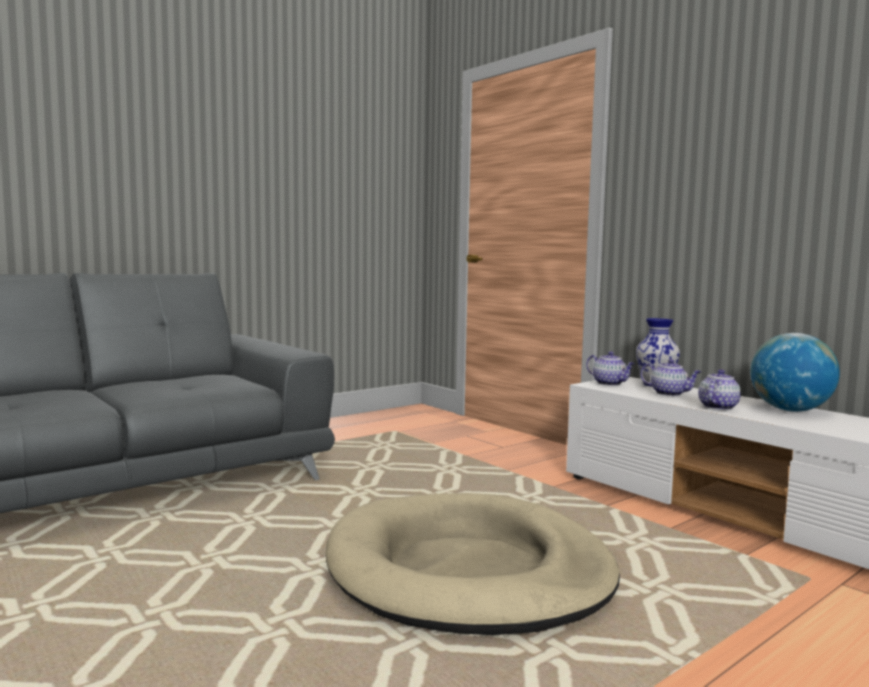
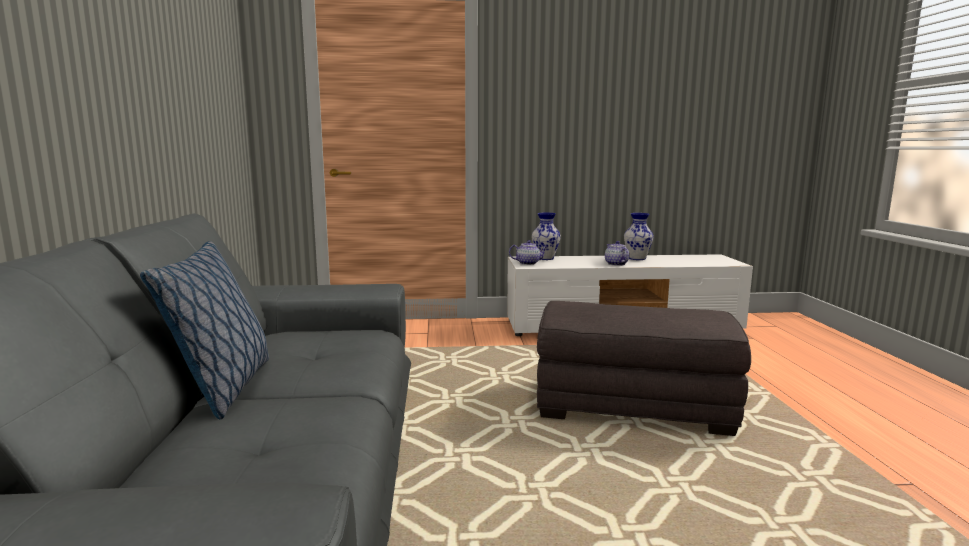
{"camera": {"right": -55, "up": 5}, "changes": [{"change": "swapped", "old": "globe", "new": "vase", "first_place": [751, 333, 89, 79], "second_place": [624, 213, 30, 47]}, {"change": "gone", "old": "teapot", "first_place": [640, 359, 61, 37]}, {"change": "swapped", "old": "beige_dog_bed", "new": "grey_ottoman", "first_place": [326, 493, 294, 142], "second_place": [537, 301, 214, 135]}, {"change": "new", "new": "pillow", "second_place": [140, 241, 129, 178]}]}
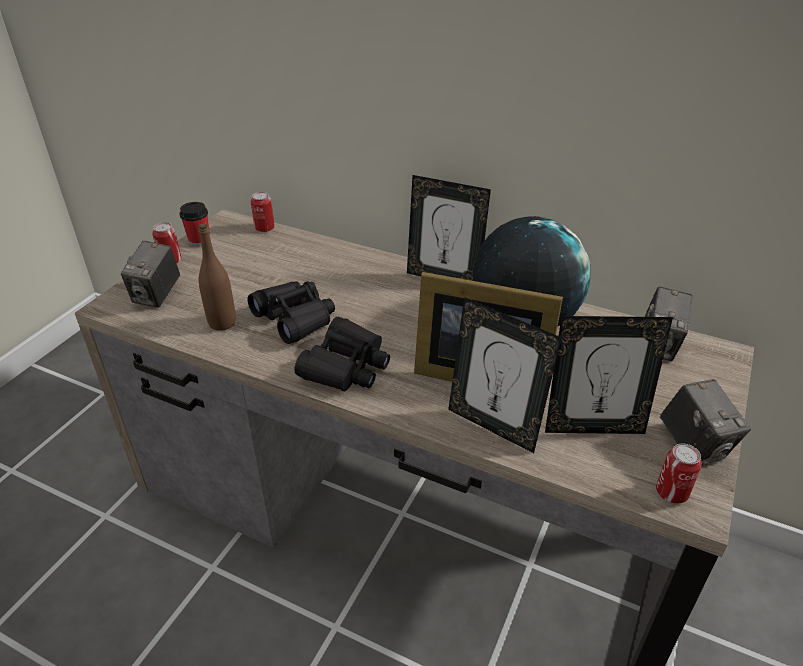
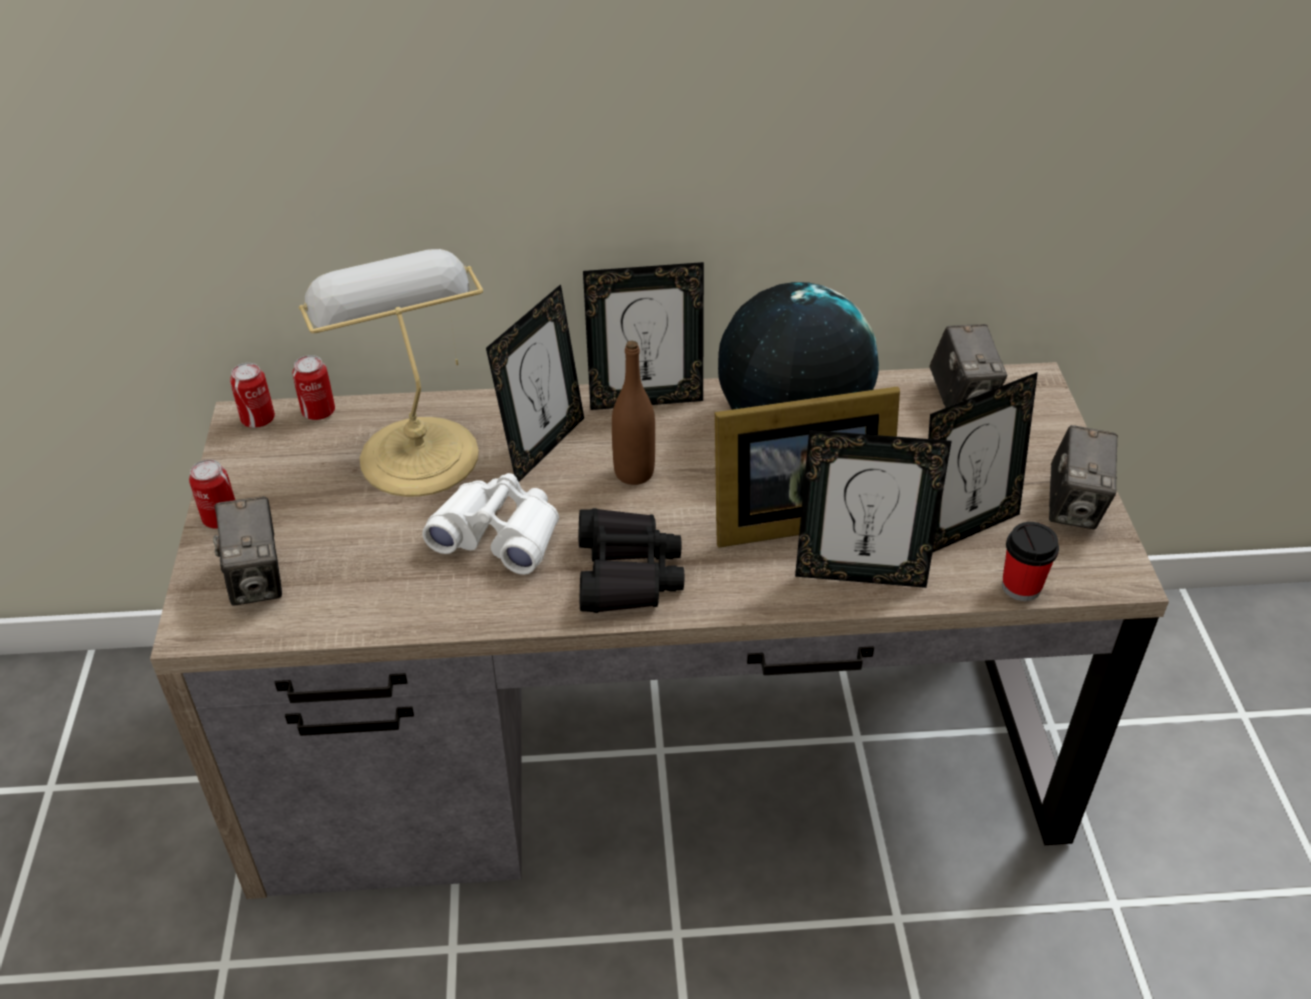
{"camera": {"right": -30, "up": 5}, "changes": [{"change": "shifted", "old": "cup", "first_place": [180, 202, 30, 45], "second_place": [1002, 522, 57, 79]}, {"change": "shifted", "old": "brown_bottle", "first_place": [198, 224, 38, 107], "second_place": [612, 341, 43, 144]}, {"change": "repainted", "old": "black_binoculars", "new": "white_binoculars", "first_place": [248, 281, 87, 63], "second_place": [422, 473, 137, 102]}, {"change": "rotated", "old": "photo_camera", "first_place": [660, 379, 91, 86], "second_place": [1049, 425, 69, 104], "degrees": 60}, {"change": "shifted", "old": "can", "first_place": [656, 443, 46, 61], "second_place": [230, 363, 45, 65]}, {"change": "new", "new": "table_lamp", "second_place": [299, 249, 184, 248]}, {"change": "new", "new": "picture_frame", "second_place": [486, 284, 98, 198]}]}
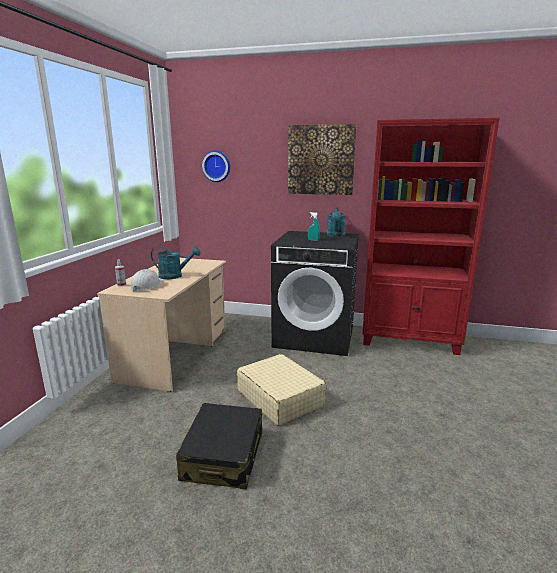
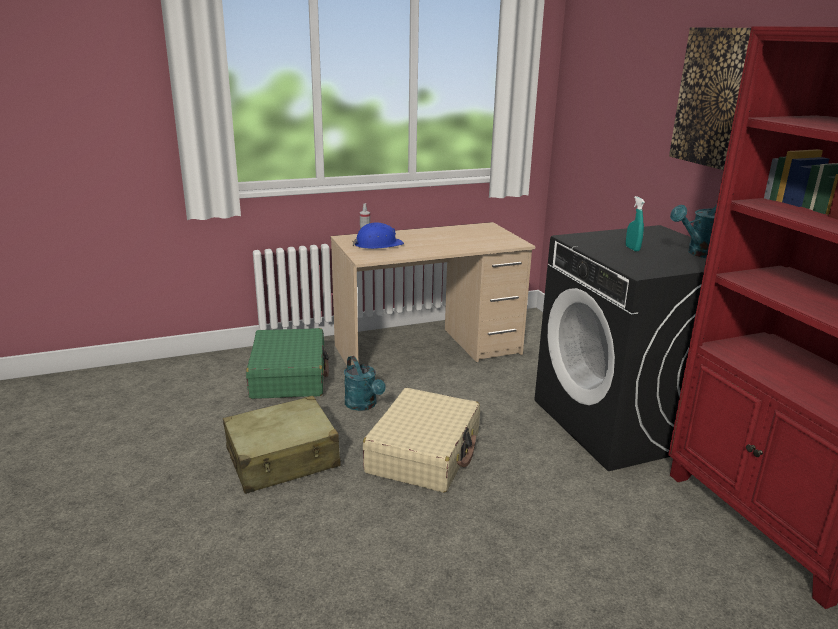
{"camera": {"right": 55, "up": 5}, "changes": [{"change": "gone", "old": "wall_clock", "first_place": [202, 151, 28, 31]}, {"change": "shifted", "old": "turquoise_watering_can", "first_place": [151, 246, 49, 33], "second_place": [344, 356, 42, 55]}, {"change": "repainted", "old": "white_hard_hat", "new": "blue_hard_hat", "first_place": [130, 269, 34, 22], "second_place": [352, 222, 52, 27]}, {"change": "repainted", "old": "black_suitcase", "new": "beige_suitcase", "first_place": [176, 403, 86, 87], "second_place": [223, 396, 118, 98]}, {"change": "new", "new": "green_suitcase", "second_place": [246, 328, 83, 71]}]}
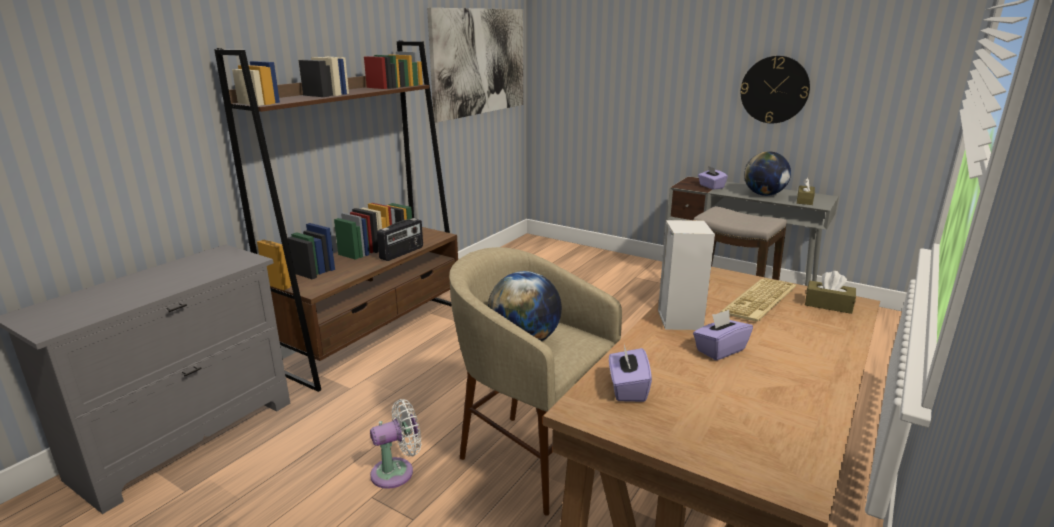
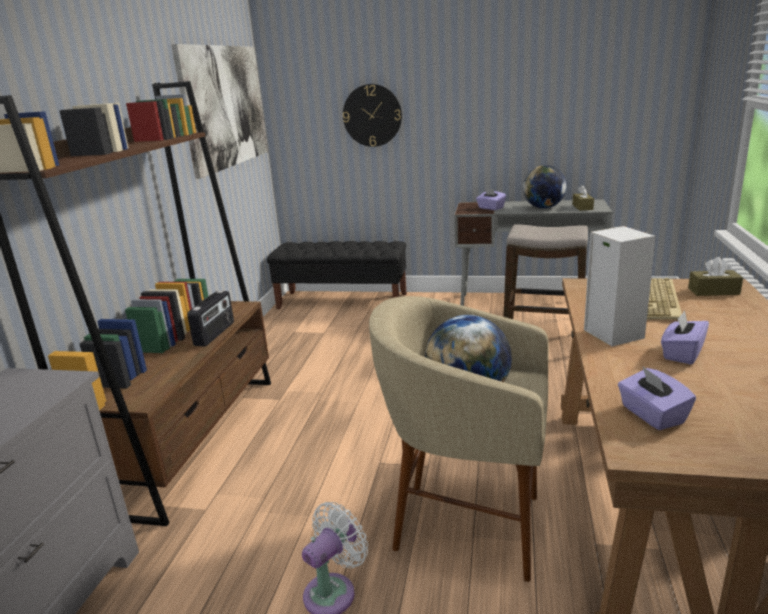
{"camera": {"right": -20, "up": 0}, "changes": [{"change": "shifted", "old": "wall_clock", "first_place": [741, 56, 69, 67], "second_place": [343, 84, 59, 63]}, {"change": "new", "new": "black_bench", "second_place": [267, 241, 139, 68]}]}
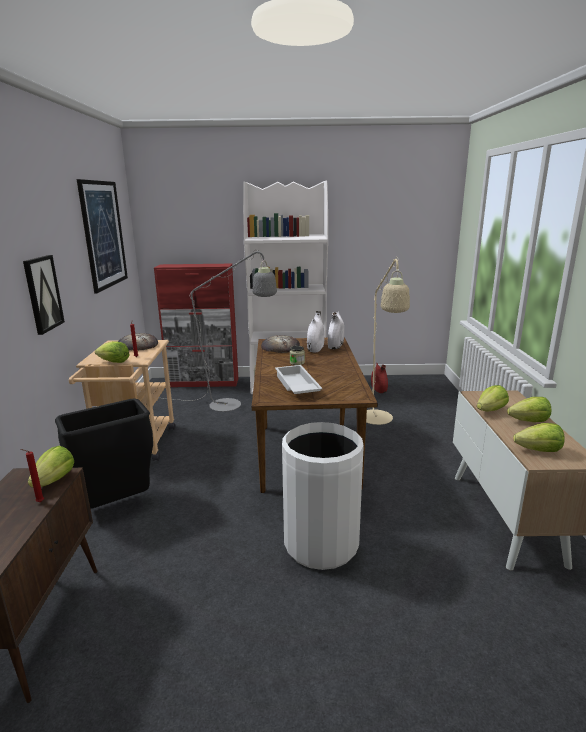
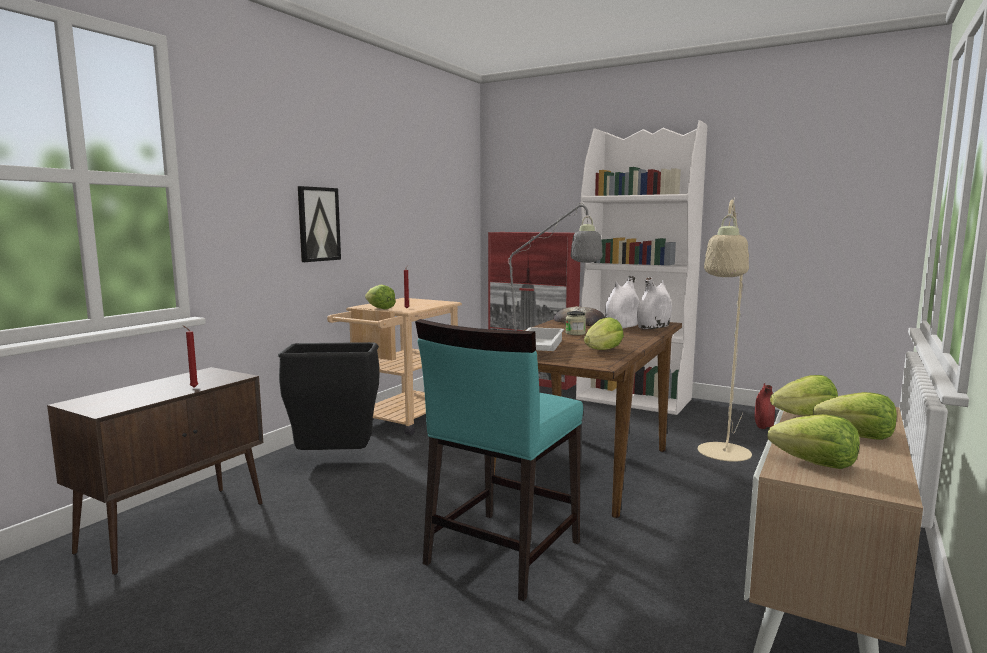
{"camera": {"right": 30, "up": -10}, "changes": [{"change": "gone", "old": "picture", "first_place": [77, 179, 51, 114]}, {"change": "gone", "old": "bread", "first_place": [118, 333, 40, 18]}, {"change": "swapped", "old": "white_trash_can", "new": "turquoise_chair", "first_place": [282, 422, 82, 148], "second_place": [415, 319, 168, 282]}, {"change": "shifted", "old": "lettuce", "first_place": [28, 446, 46, 41], "second_place": [584, 317, 40, 33]}]}
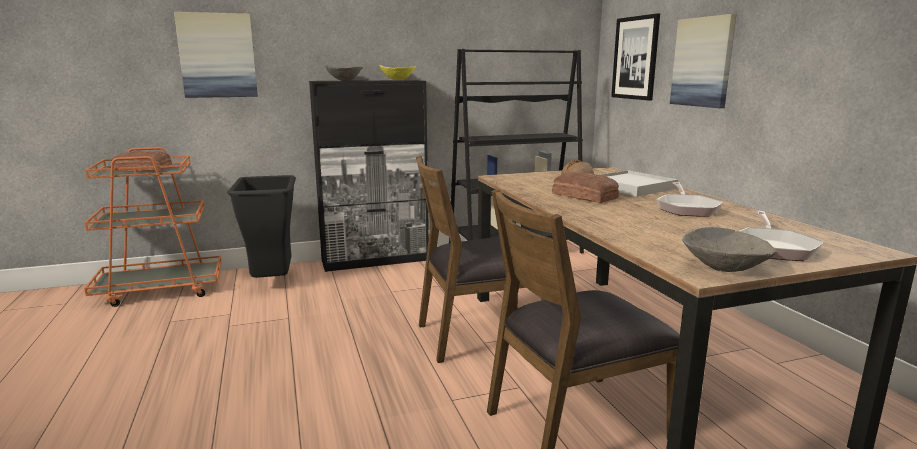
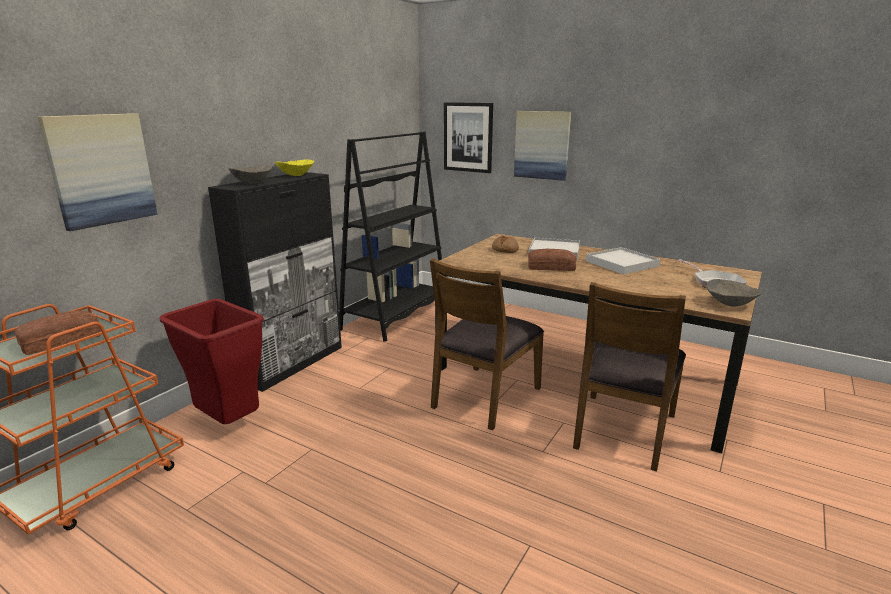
{"camera": {"right": -40, "up": 5}, "changes": [{"change": "repainted", "old": "black_trash_can", "new": "red_trash_can", "first_place": [227, 175, 69, 103], "second_place": [160, 299, 104, 125]}, {"change": "swapped", "old": "frying_pan", "new": "white_tray", "first_place": [657, 182, 66, 35], "second_place": [586, 247, 74, 28]}]}
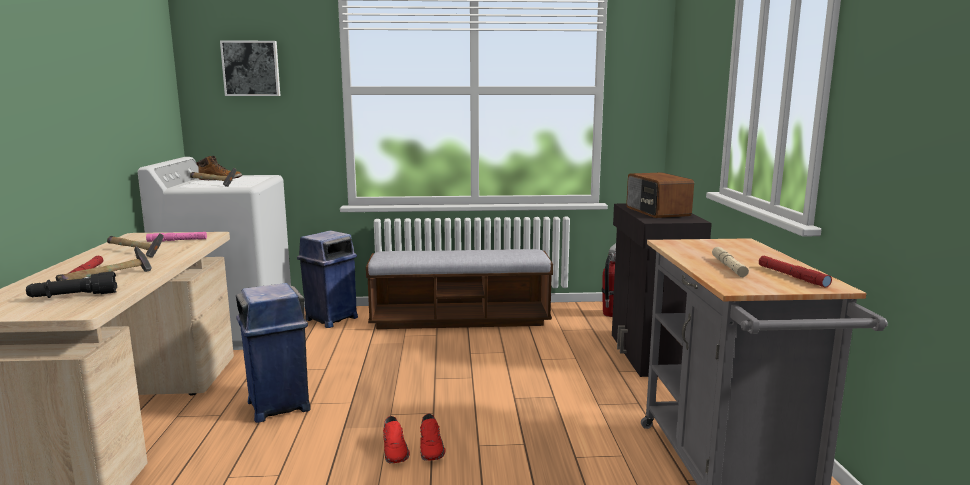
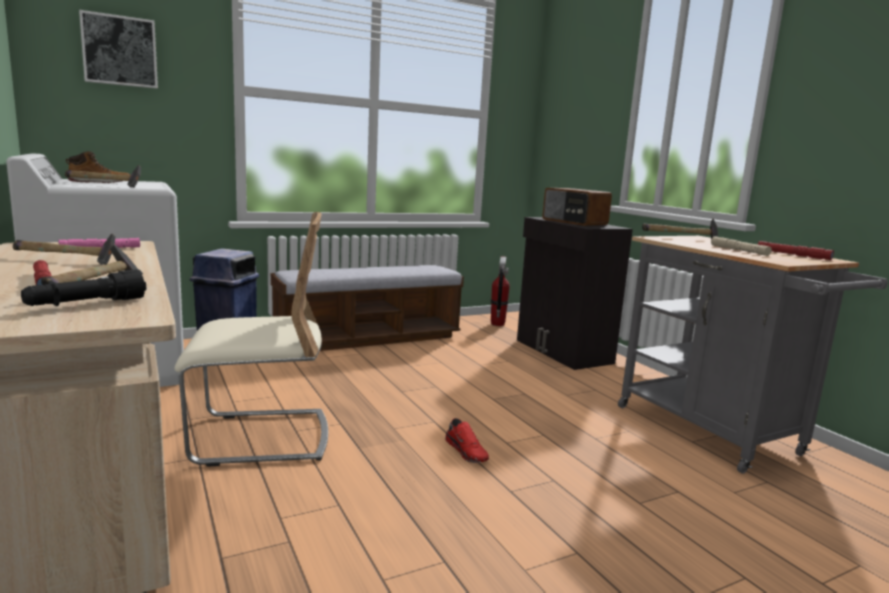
{"camera": {"right": -25, "up": 0}, "changes": [{"change": "swapped", "old": "blue_trash_can", "new": "beige_chair", "first_place": [236, 283, 75, 140], "second_place": [174, 212, 154, 255]}, {"change": "gone", "old": "red_shoe", "first_place": [383, 416, 27, 47]}, {"change": "new", "new": "hammer", "second_place": [642, 219, 76, 20]}]}
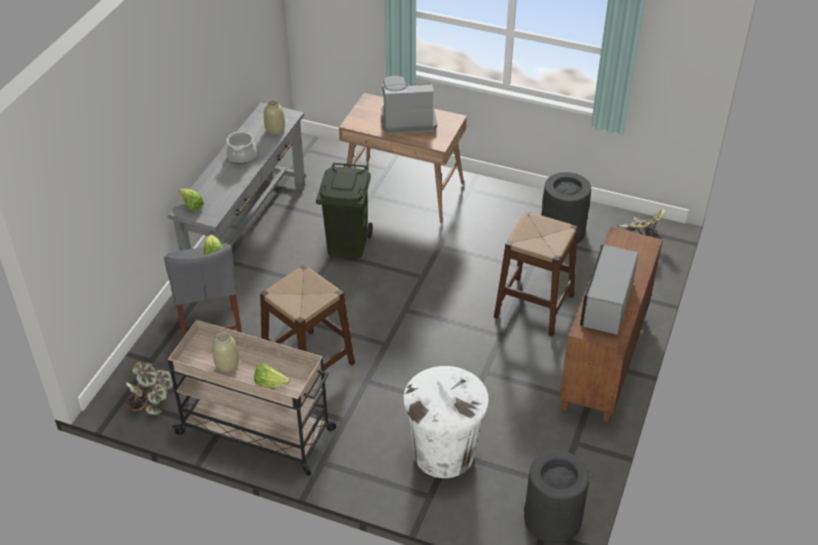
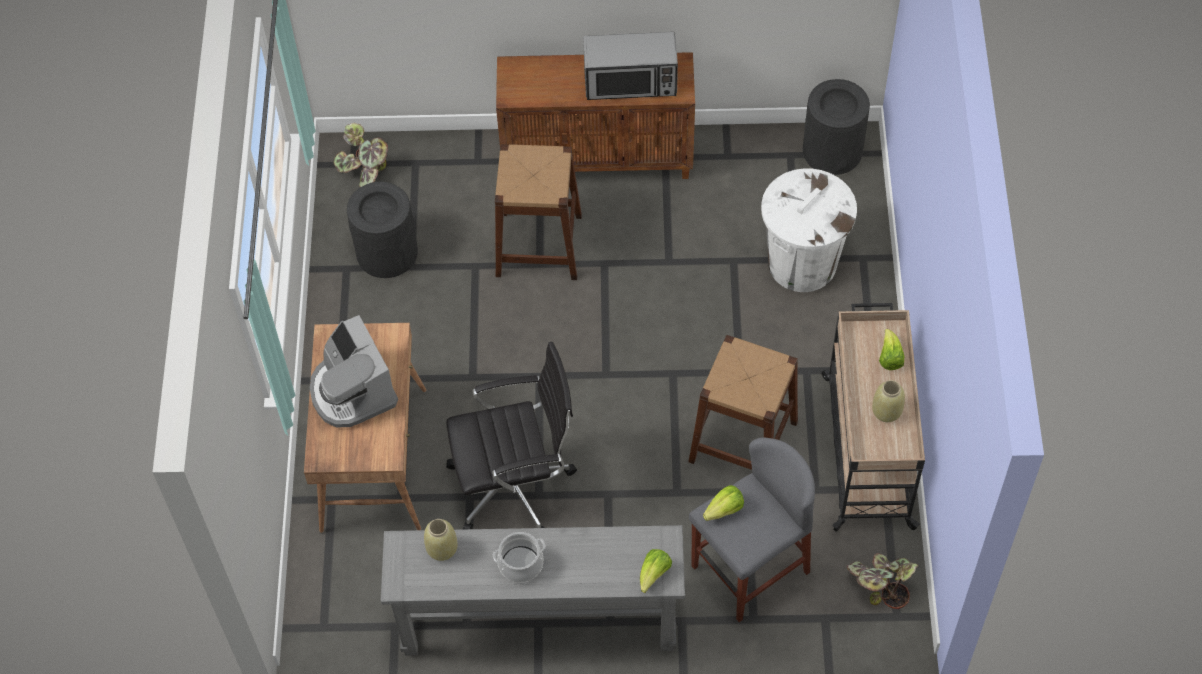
{"camera": {"right": -110, "up": 15}, "changes": [{"change": "swapped", "old": "green_trash_can", "new": "black_office_chair", "first_place": [316, 163, 57, 96], "second_place": [446, 342, 131, 187]}]}
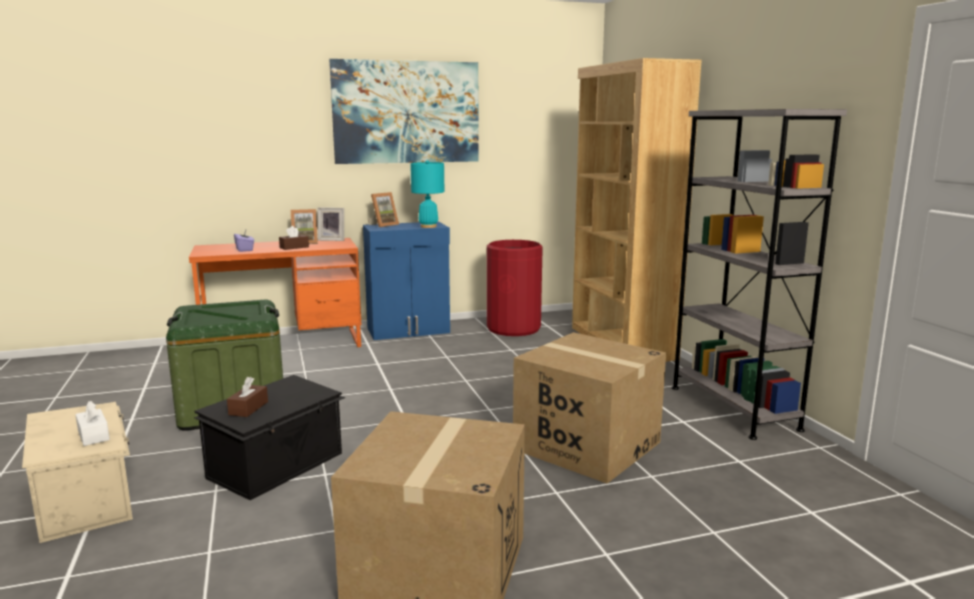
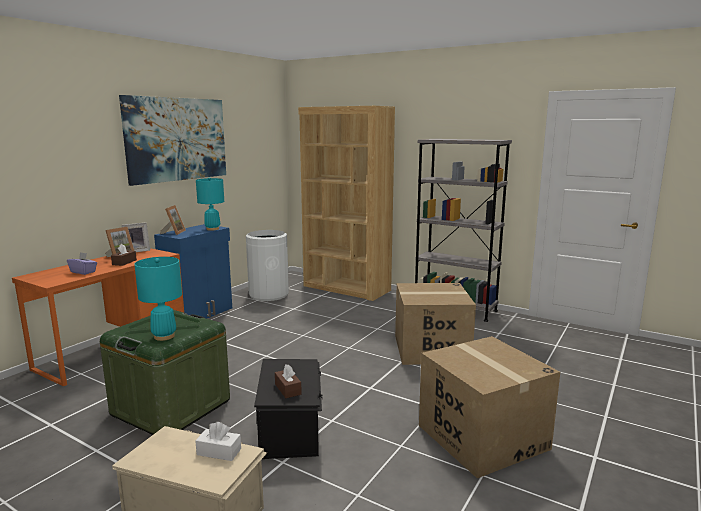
{"camera": {"right": -40, "up": 0}, "changes": [{"change": "repainted", "old": "red_trash_can", "new": "white_trash_can", "first_place": [487, 240, 56, 96], "second_place": [246, 230, 43, 71]}, {"change": "new", "new": "turquoise_table_lamp", "second_place": [134, 257, 48, 84]}]}
